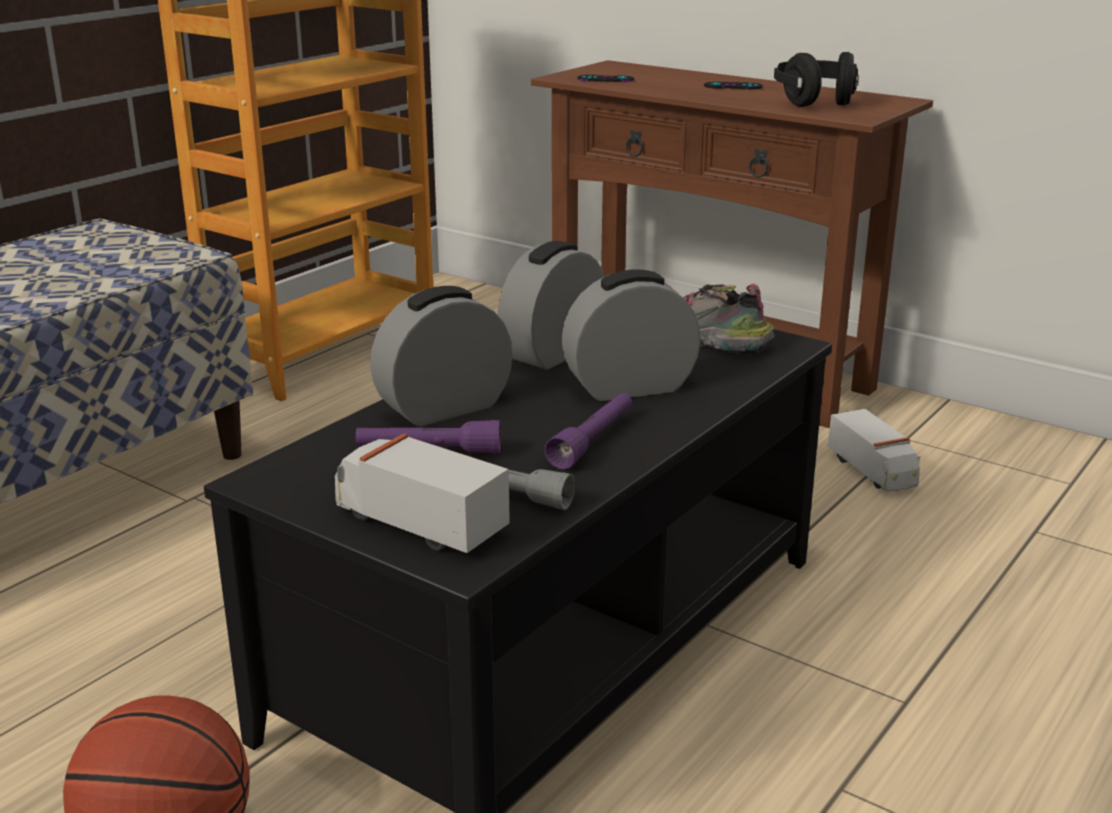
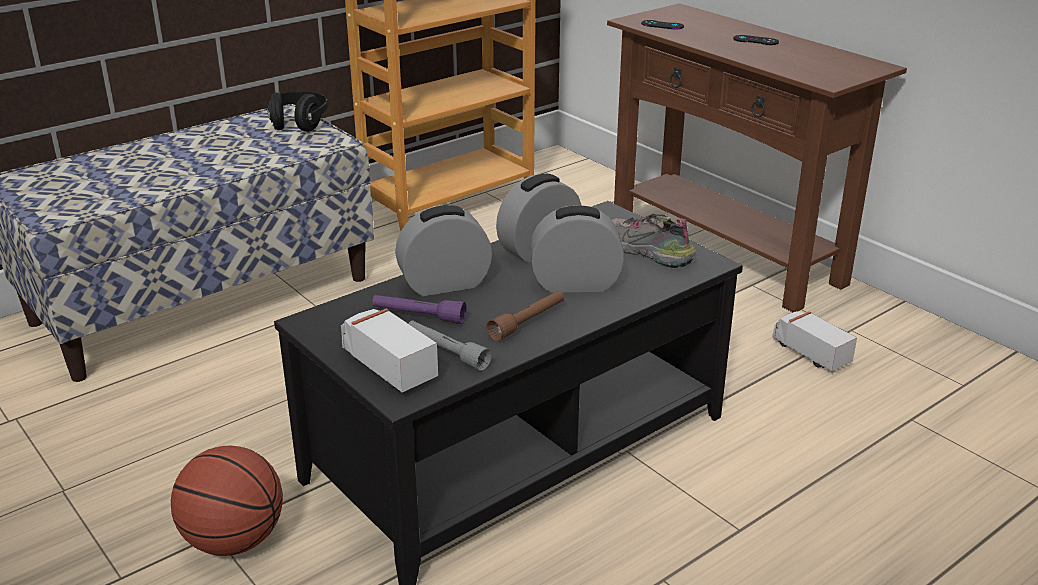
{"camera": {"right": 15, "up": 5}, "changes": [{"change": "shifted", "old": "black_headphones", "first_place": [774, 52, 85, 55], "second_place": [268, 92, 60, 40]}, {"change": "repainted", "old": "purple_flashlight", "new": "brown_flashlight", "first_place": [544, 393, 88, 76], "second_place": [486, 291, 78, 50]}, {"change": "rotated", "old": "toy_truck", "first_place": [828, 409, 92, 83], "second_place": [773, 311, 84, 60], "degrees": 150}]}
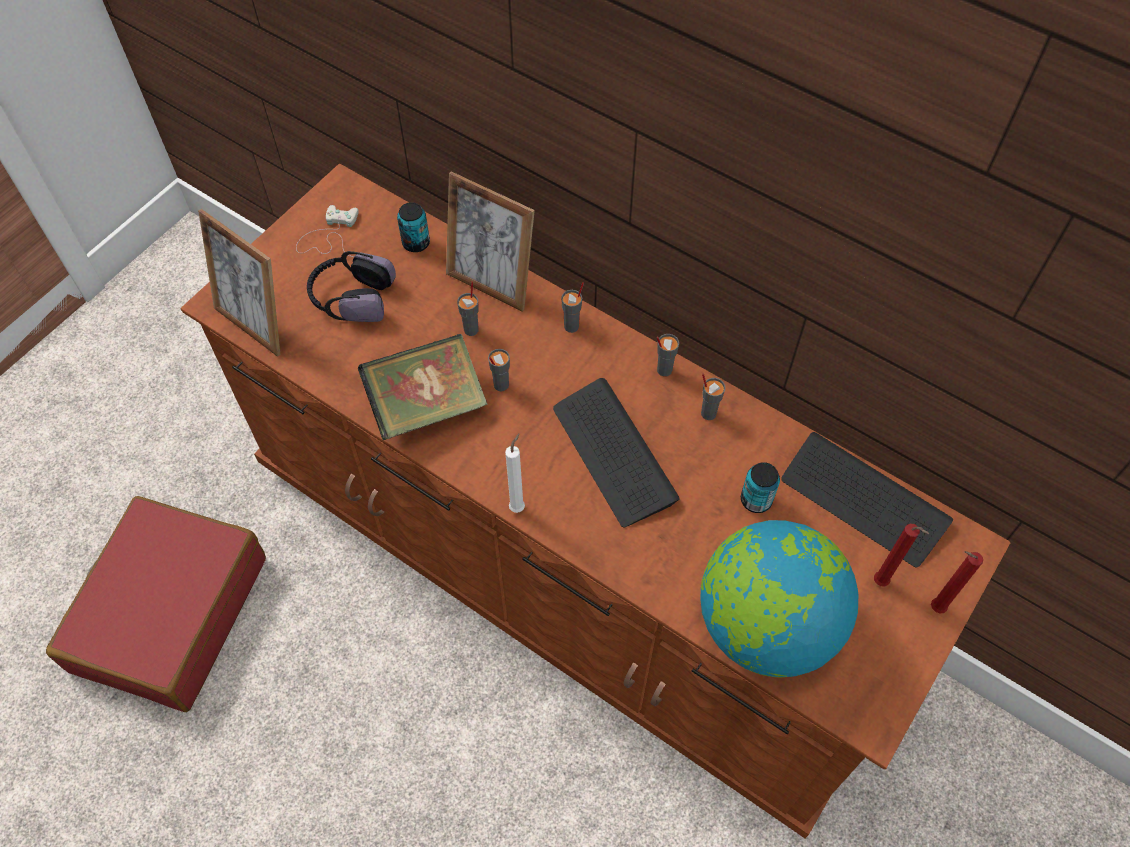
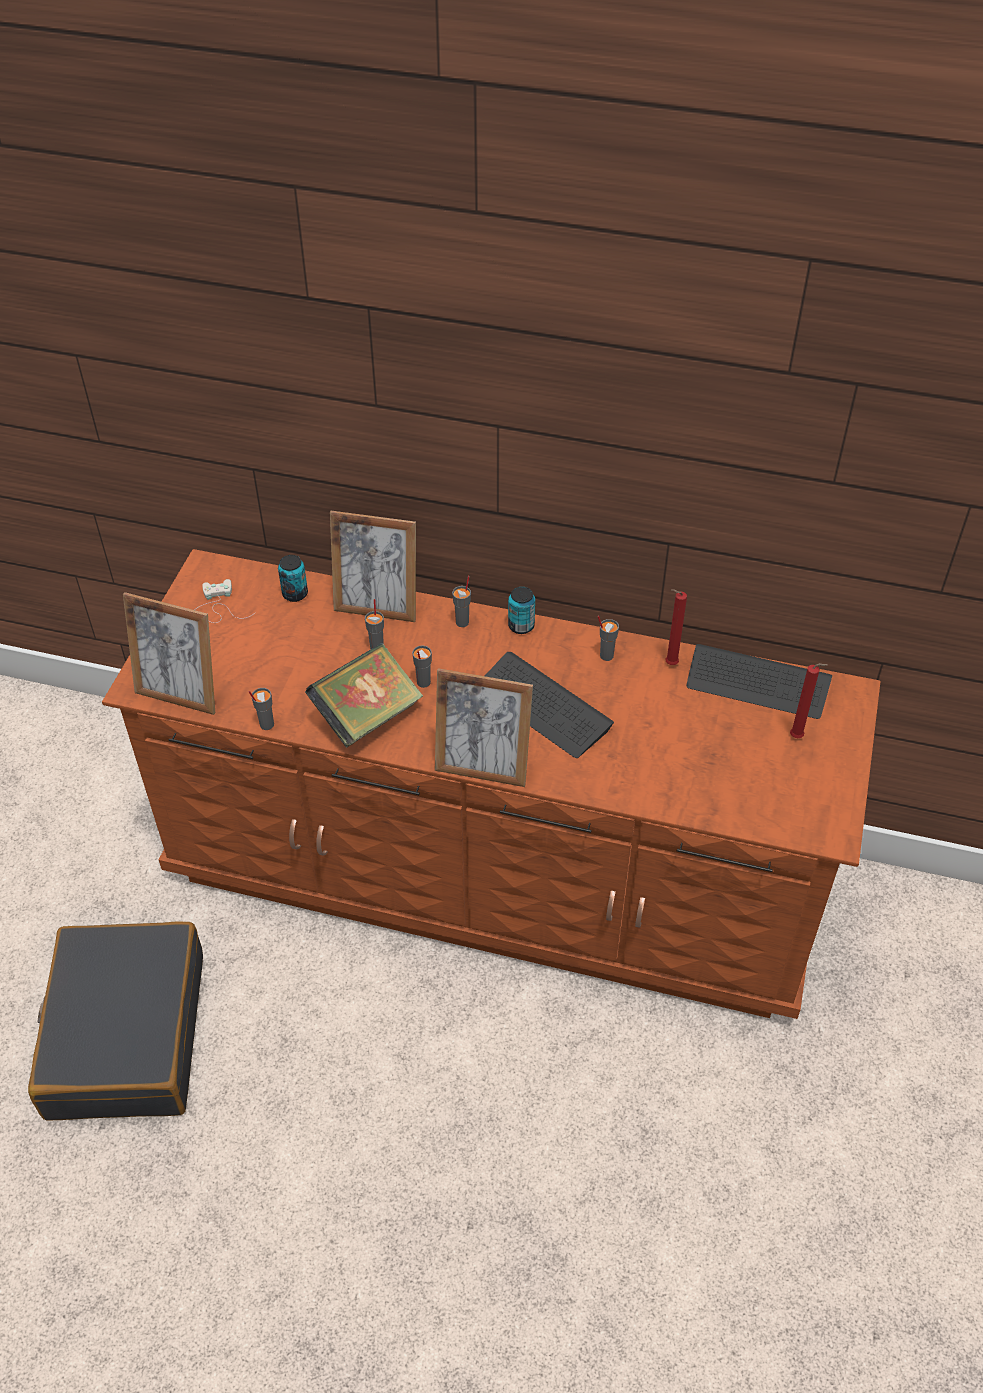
{"camera": {"right": -20, "up": -10}, "changes": [{"change": "gone", "old": "headphones", "first_place": [307, 251, 89, 71]}, {"change": "shifted", "old": "grey_cup", "first_place": [657, 334, 22, 43], "second_place": [249, 688, 25, 42]}, {"change": "swapped", "old": "white_candle", "new": "picture_frame", "first_place": [505, 433, 20, 80], "second_place": [435, 668, 98, 119]}, {"change": "shifted", "old": "can", "first_place": [741, 462, 39, 51], "second_place": [508, 587, 27, 47]}, {"change": "repainted", "old": "red_suitcase", "new": "black_suitcase", "first_place": [46, 496, 220, 216], "second_place": [28, 921, 175, 200]}, {"change": "gone", "old": "globe", "first_place": [700, 520, 158, 158]}, {"change": "shifted", "old": "red_candle", "first_place": [931, 551, 52, 62], "second_place": [666, 589, 21, 76]}]}
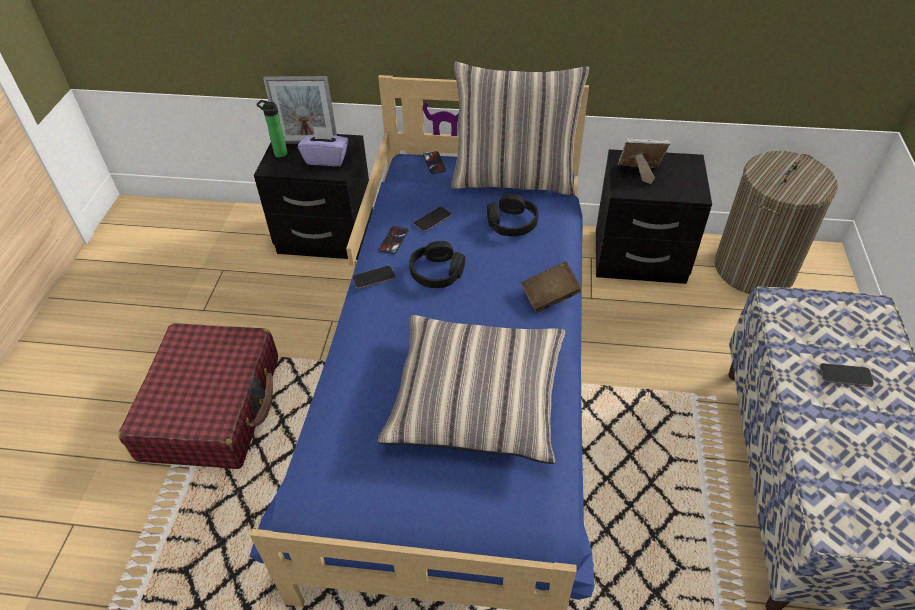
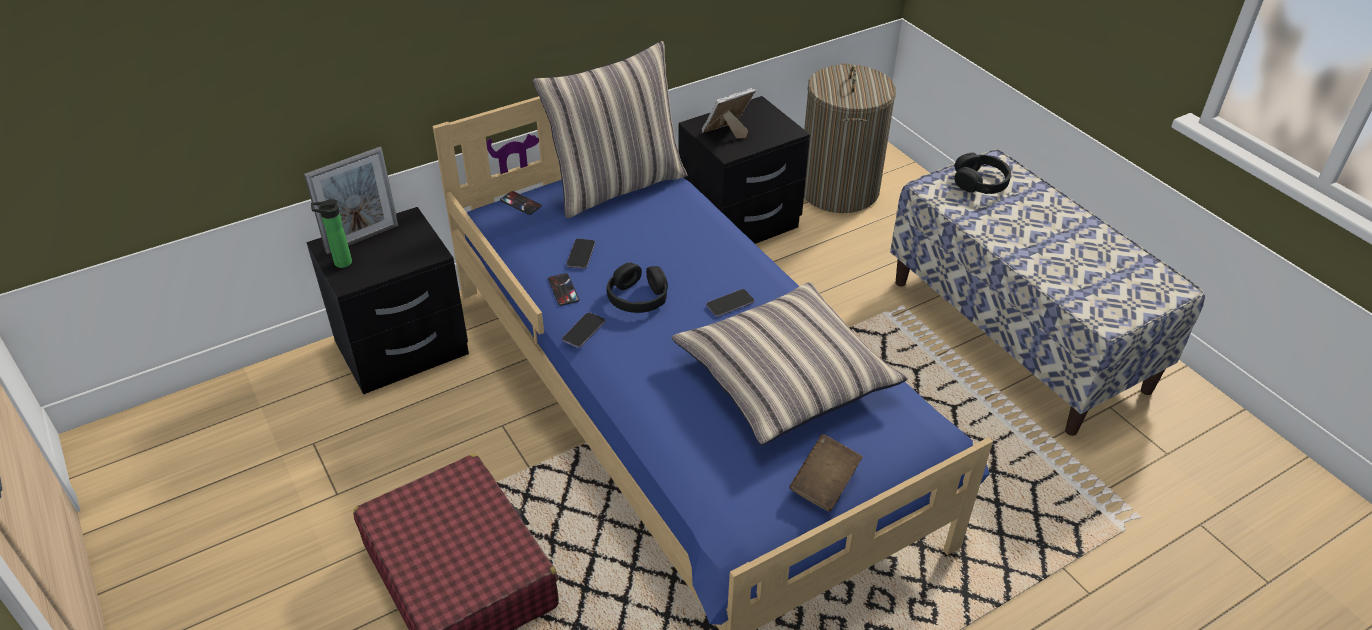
{"camera": {"right": -40, "up": -5}, "changes": [{"change": "gone", "old": "purple_tissue_box", "first_place": [298, 126, 50, 40]}, {"change": "shifted", "old": "black_headphones", "first_place": [487, 194, 51, 43], "second_place": [954, 153, 57, 41]}, {"change": "shifted", "old": "brown_book", "first_place": [521, 261, 61, 51], "second_place": [789, 434, 74, 78]}, {"change": "shifted", "old": "phone", "first_place": [820, 363, 54, 24], "second_place": [706, 289, 48, 28]}]}
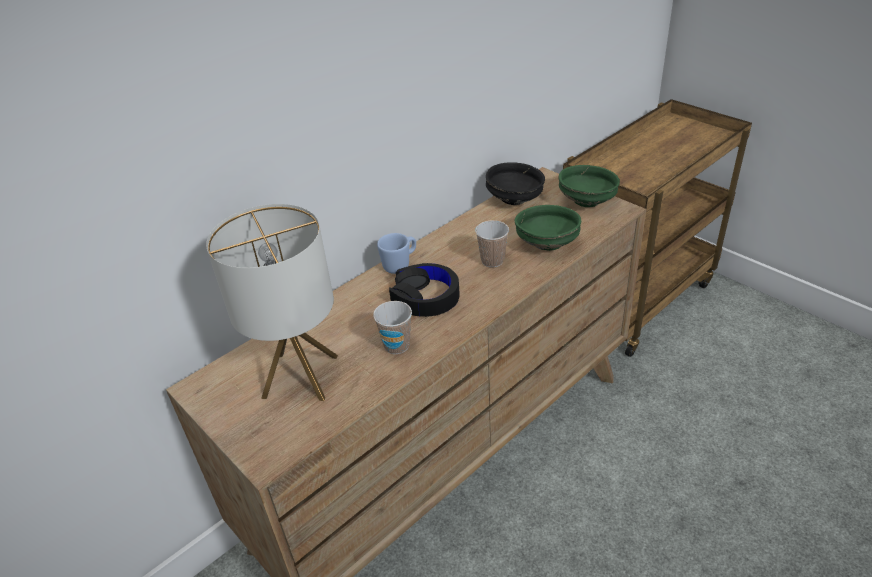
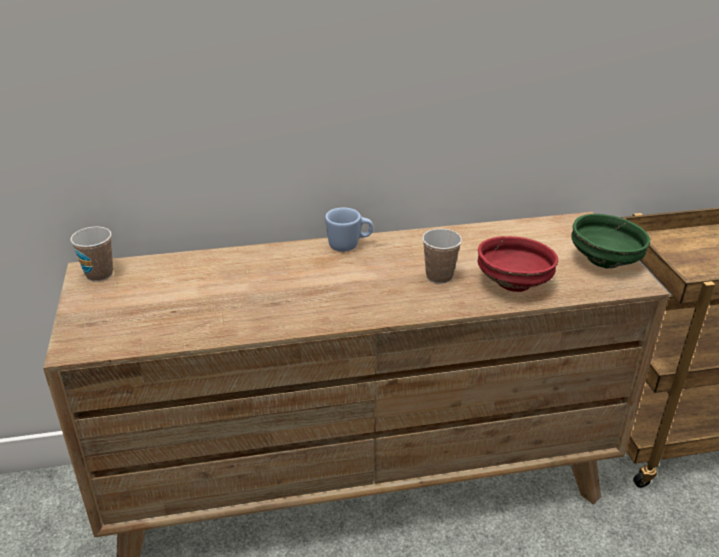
{"camera": {"right": 30, "up": -5}, "changes": [{"change": "gone", "old": "black_bowl", "first_place": [486, 162, 59, 43]}, {"change": "gone", "old": "table_lamp", "first_place": [206, 204, 132, 197]}, {"change": "repainted", "old": "green_bowl", "new": "red_bowl", "first_place": [515, 205, 66, 46], "second_place": [478, 236, 80, 56]}, {"change": "gone", "old": "black_headphones", "first_place": [389, 263, 71, 54]}, {"change": "shifted", "old": "cup", "first_place": [373, 301, 39, 53], "second_place": [70, 227, 43, 54]}]}
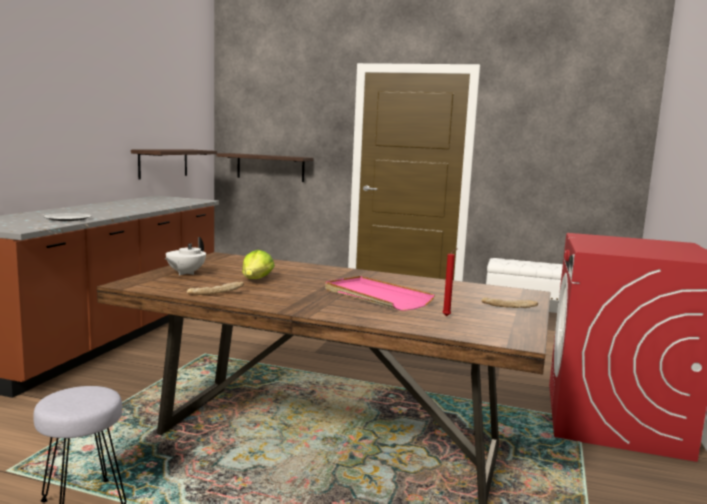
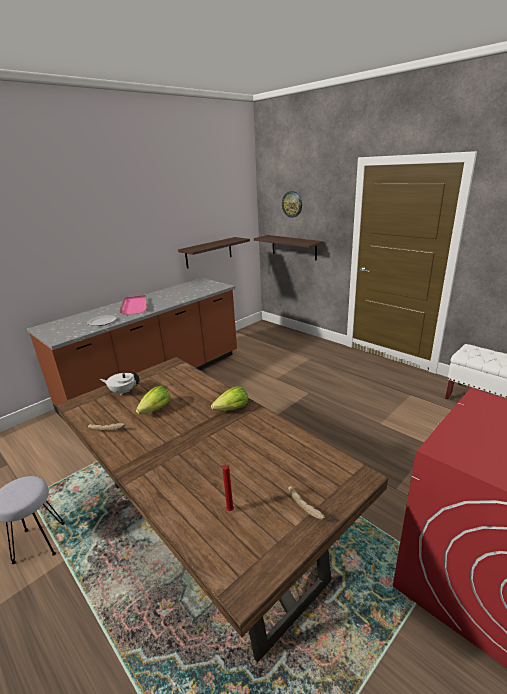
{"camera": {"right": 30, "up": 15}, "changes": [{"change": "rotated", "old": "white_teapot", "first_place": [165, 237, 41, 38], "second_place": [100, 371, 39, 24], "degrees": 45}, {"change": "shifted", "old": "pink_tray", "first_place": [325, 276, 110, 35], "second_place": [119, 295, 28, 20]}, {"change": "new", "new": "wall_clock", "second_place": [282, 191, 20, 27]}, {"change": "new", "new": "lettuce", "second_place": [211, 386, 37, 25]}]}
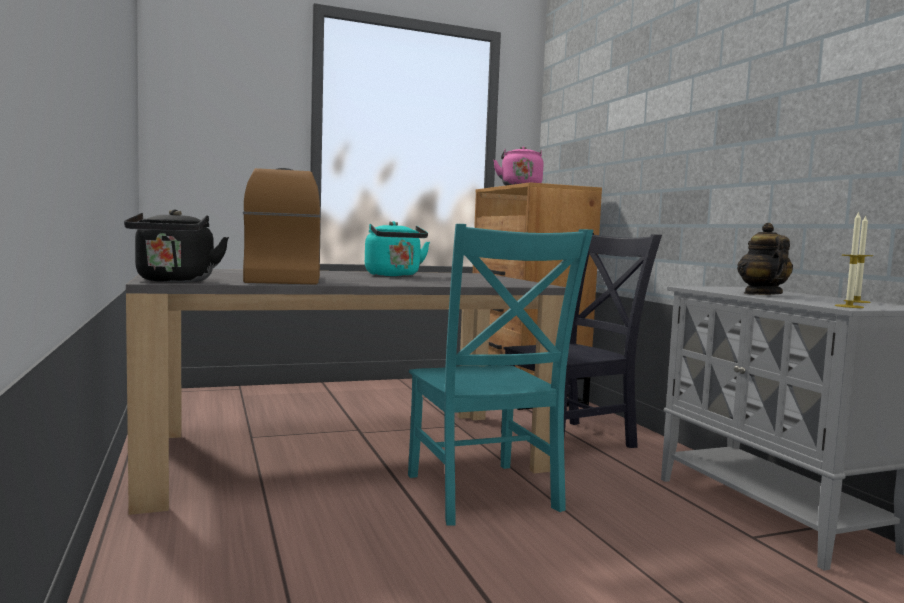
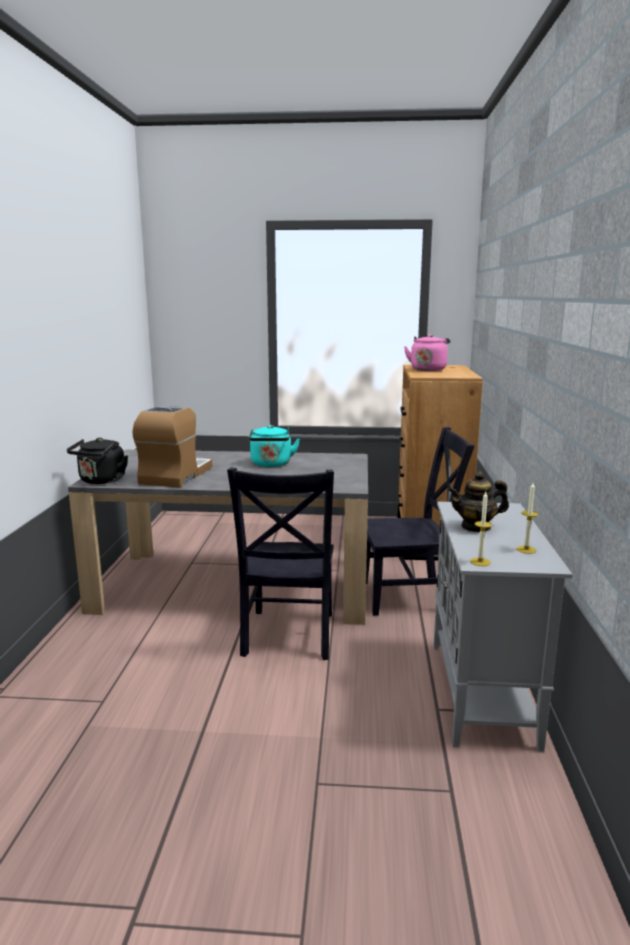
{"camera": {"right": 25, "up": 10}, "changes": [{"change": "rotated", "old": "teapot", "first_place": [737, 223, 56, 72], "second_place": [448, 471, 61, 61], "degrees": -120}, {"change": "repainted", "old": "turquoise_chair", "new": "black_chair", "first_place": [408, 224, 185, 302], "second_place": [227, 467, 107, 193]}]}
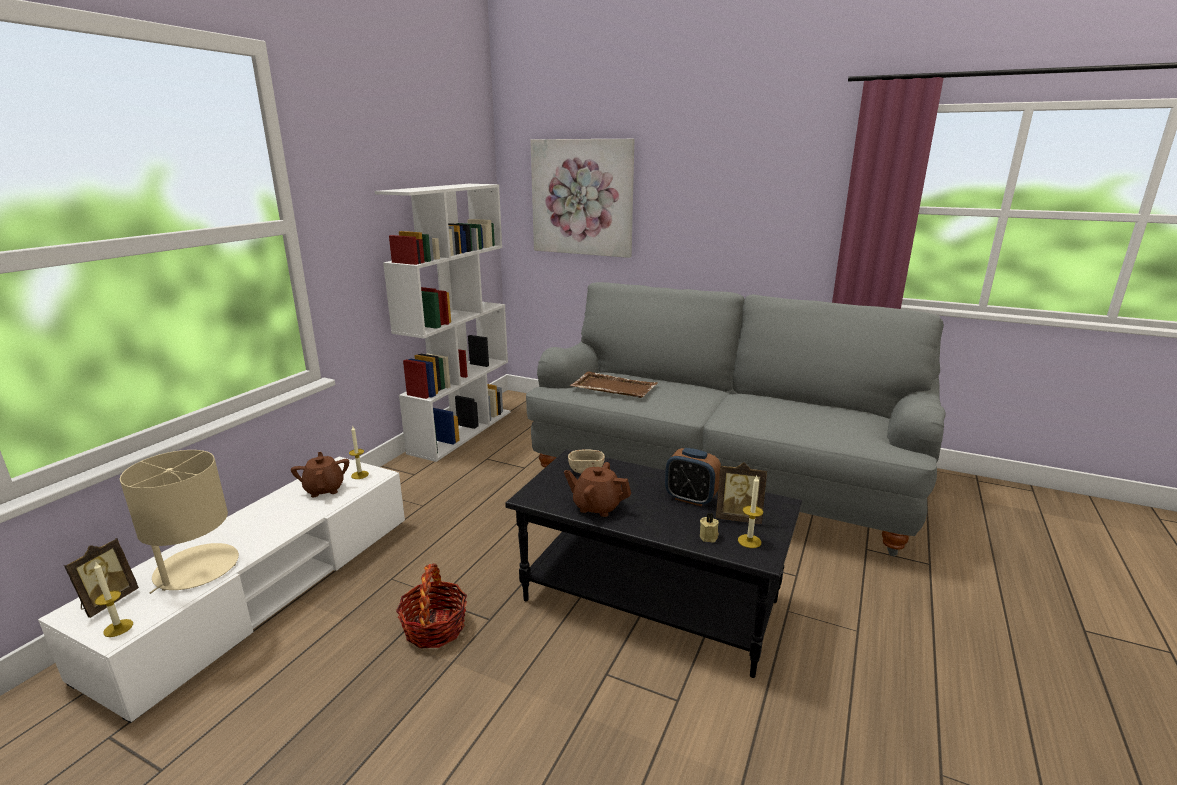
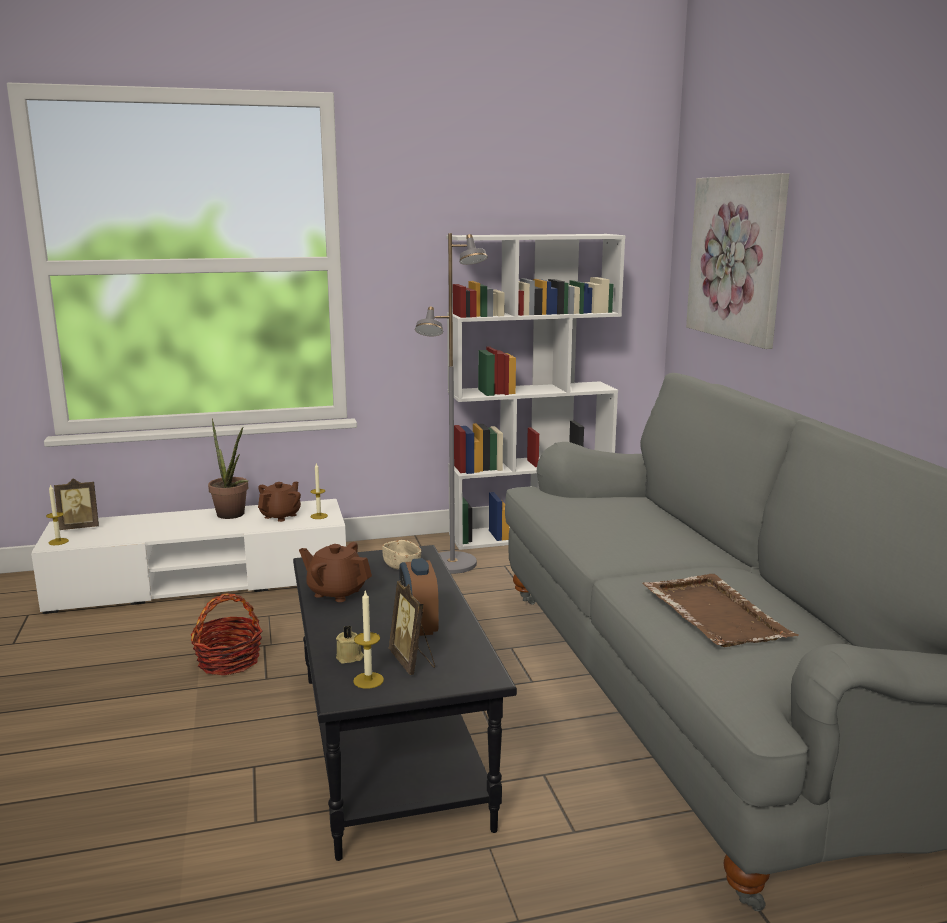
{"camera": {"right": 50, "up": -5}, "changes": [{"change": "shifted", "old": "brown_tray", "first_place": [570, 372, 88, 26], "second_place": [642, 574, 157, 73]}, {"change": "gone", "old": "beige_table_lamp", "first_place": [120, 450, 119, 144]}, {"change": "rotated", "old": "brown_teapot", "first_place": [564, 462, 67, 55], "second_place": [299, 542, 73, 60], "degrees": -45}, {"change": "new", "new": "grey_floor_lamp", "second_place": [415, 233, 73, 341]}, {"change": "new", "new": "potted_plant", "second_place": [208, 418, 40, 101]}]}
